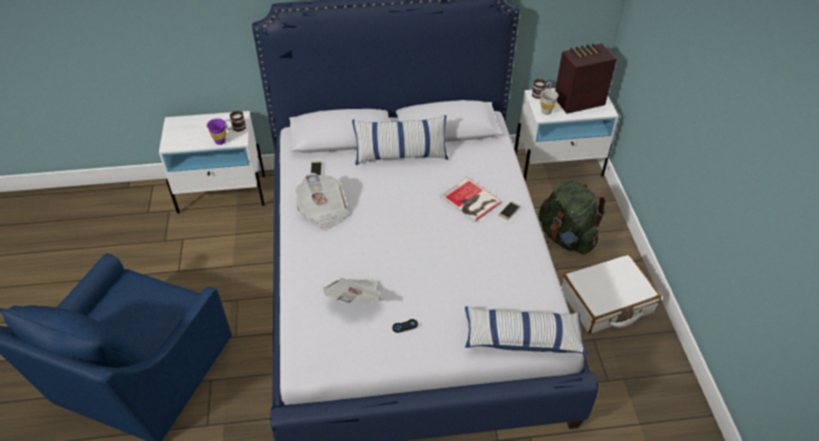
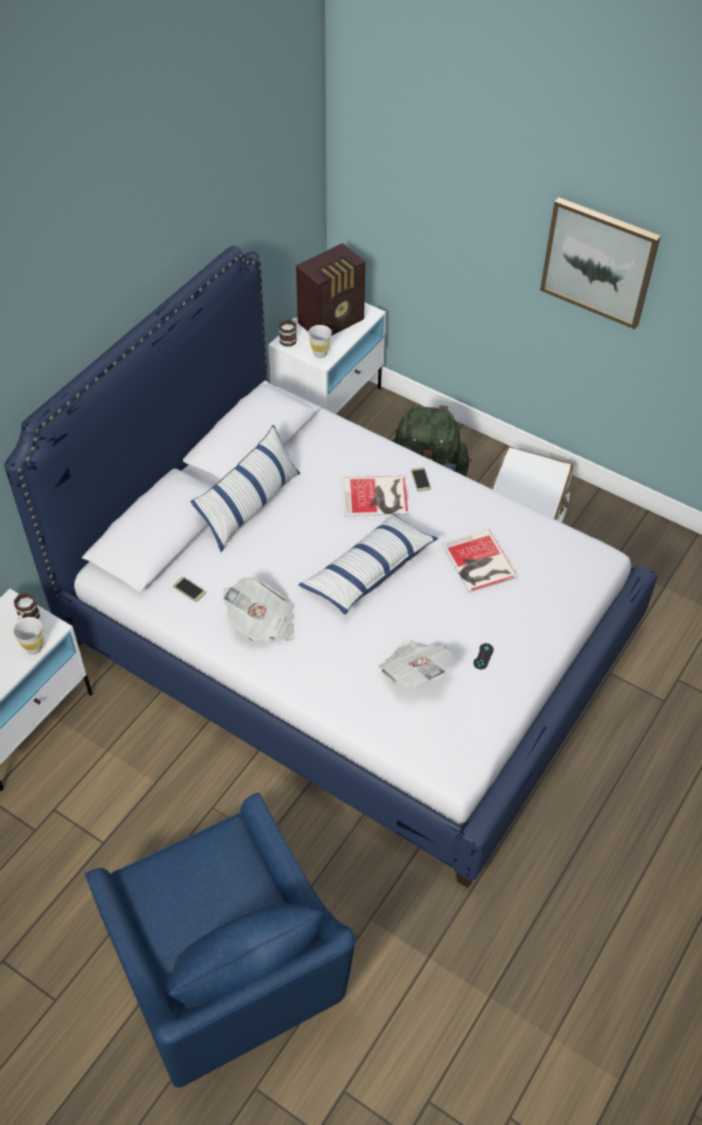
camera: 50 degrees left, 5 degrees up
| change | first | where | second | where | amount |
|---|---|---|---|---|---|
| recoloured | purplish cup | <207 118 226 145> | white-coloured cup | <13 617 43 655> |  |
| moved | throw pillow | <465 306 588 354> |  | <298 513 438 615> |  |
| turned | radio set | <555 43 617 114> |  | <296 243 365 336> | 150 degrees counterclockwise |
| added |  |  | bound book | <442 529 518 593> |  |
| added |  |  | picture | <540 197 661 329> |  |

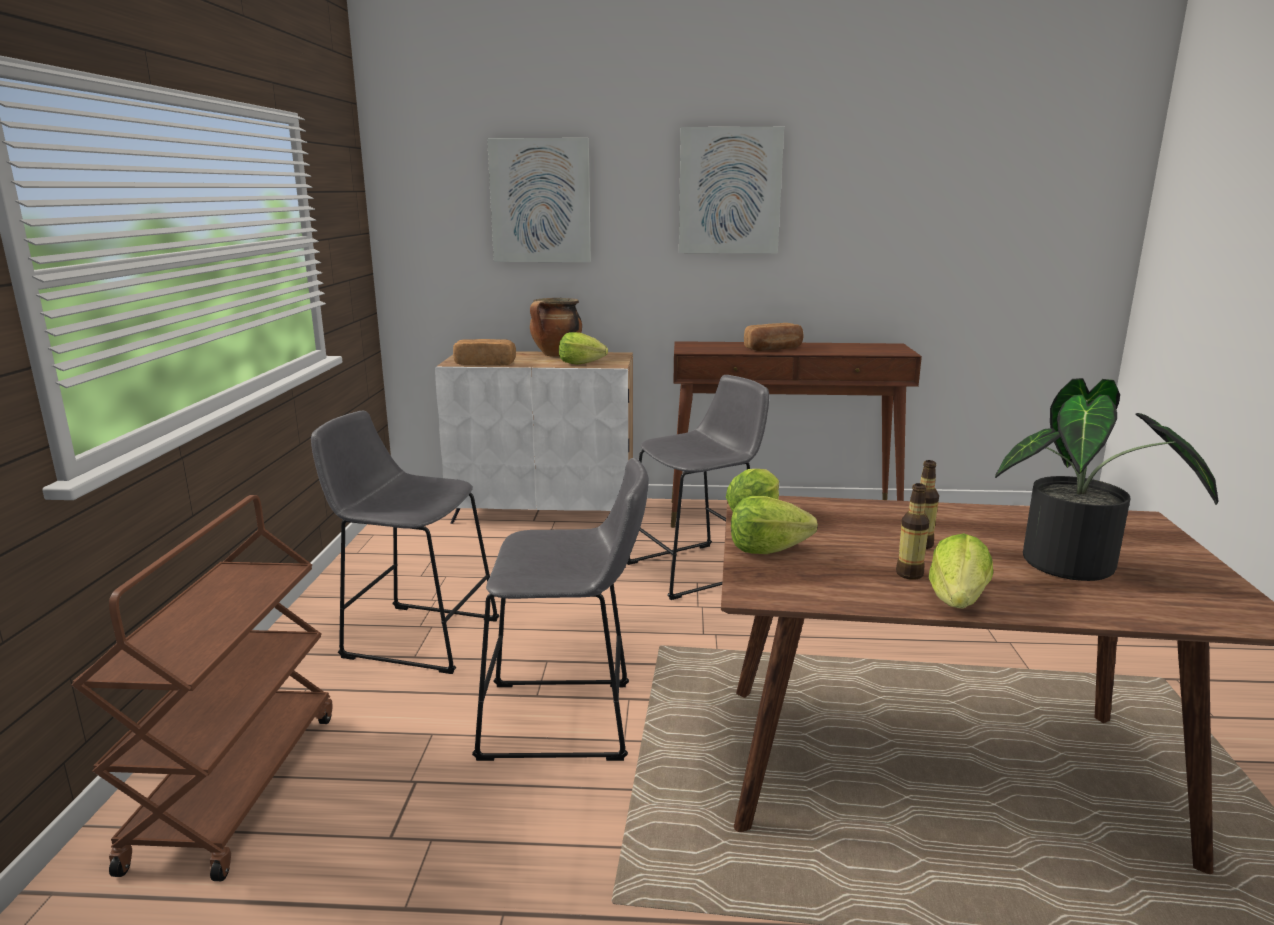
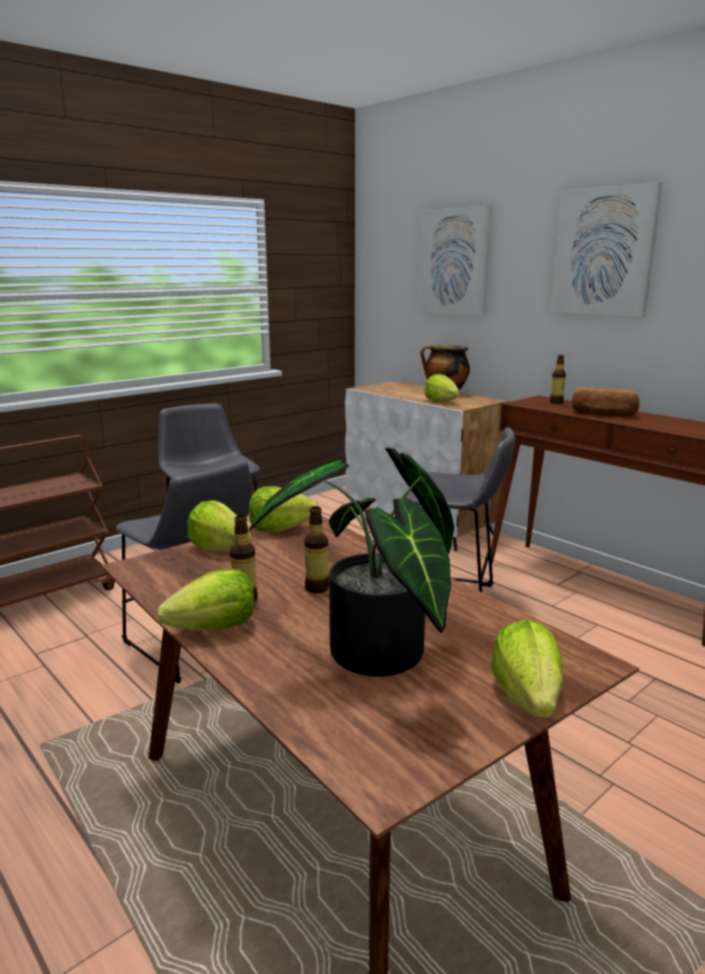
camera: 45 degrees right, 0 degrees up
| change | first | where | second | where | amount |
|---|---|---|---|---|---|
| removed | baked bread | <453 339 516 366> |  |  |  |
| added |  |  | lettuce | <491 619 563 718> |  |
| added |  |  | beverage bottle | <550 355 566 404> |  |

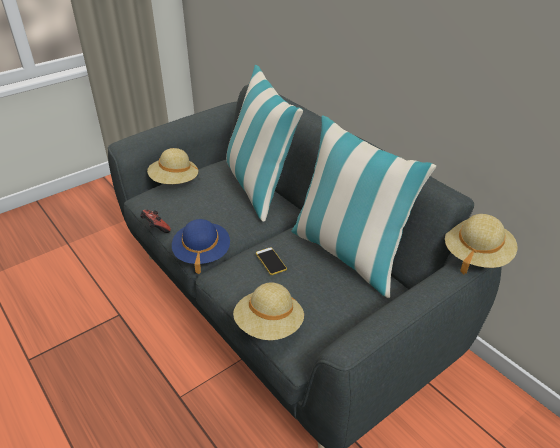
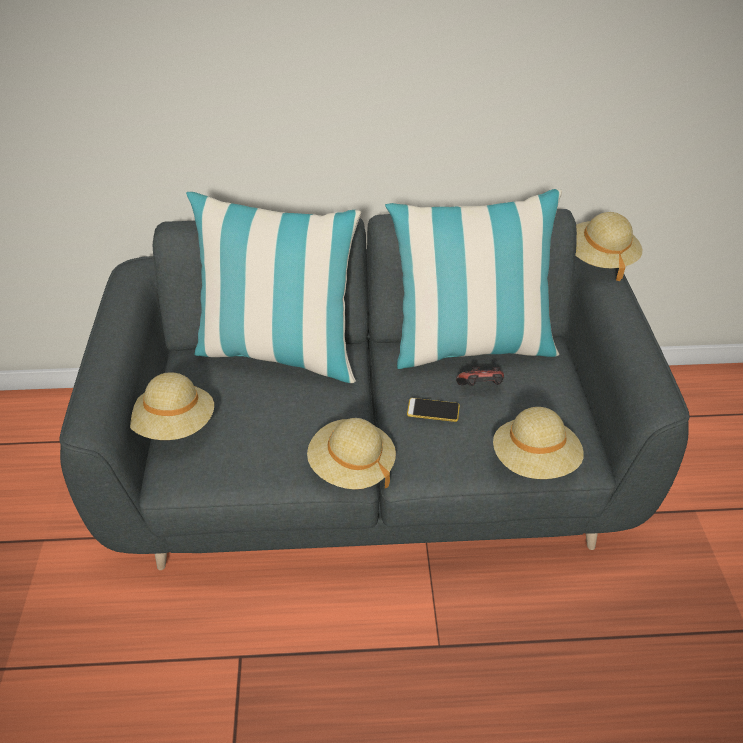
camera: 55 degrees left, 5 degrees up
| change | first | where | second | where | amount |
|---|---|---|---|---|---|
| moved | game controller | <140 210 171 233> |  | <456 367 504 386> |  |
| recoloured | bluish hat | <172 219 230 274> | beige hat | <307 418 396 489> |  |

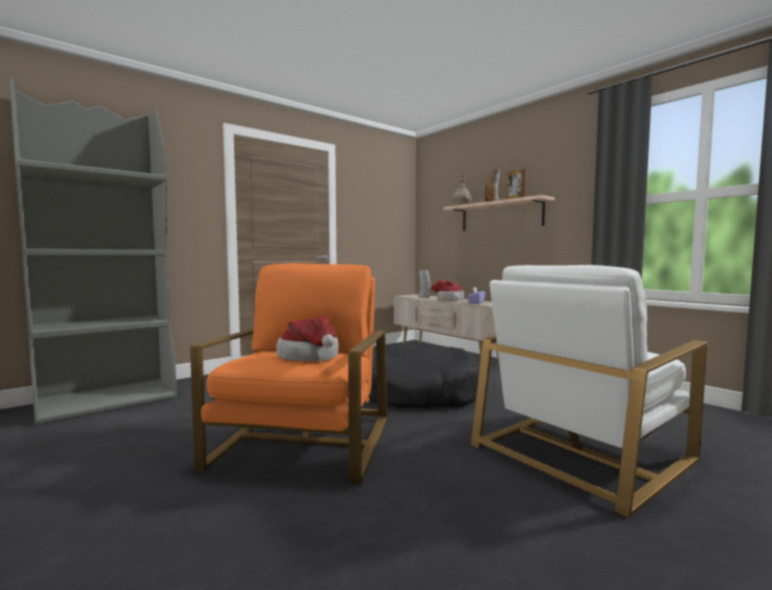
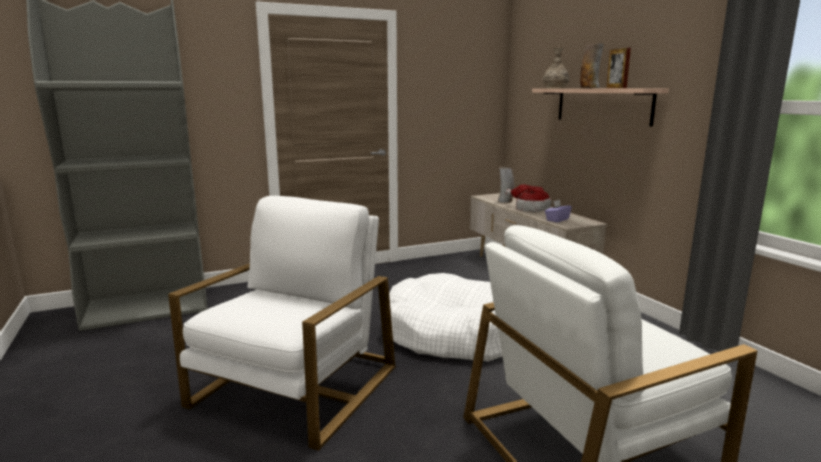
camera: 15 degrees right, 10 degrees up
| change | first | where | second | where | amount |
|---|---|---|---|---|---|
| recoloured | orange easy chair | <190 263 387 484> | white-coloured easy chair | <168 196 396 451> |  |
| removed | hat | <277 316 339 361> |  |  |  |
| recoloured | black dog cushion | <369 345 480 408> | white-coloured dog cushion | <389 273 502 361> |  |

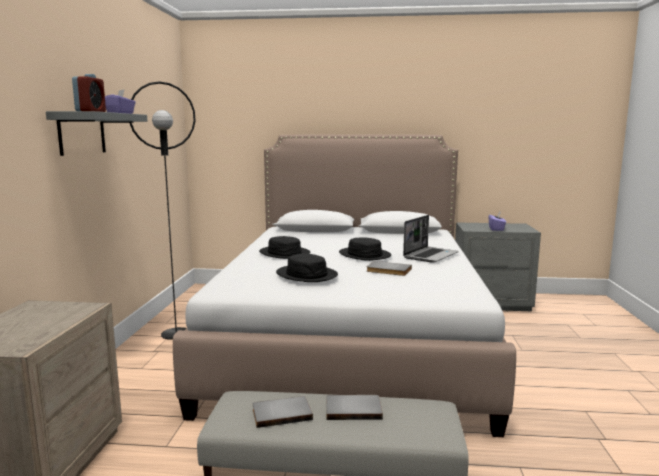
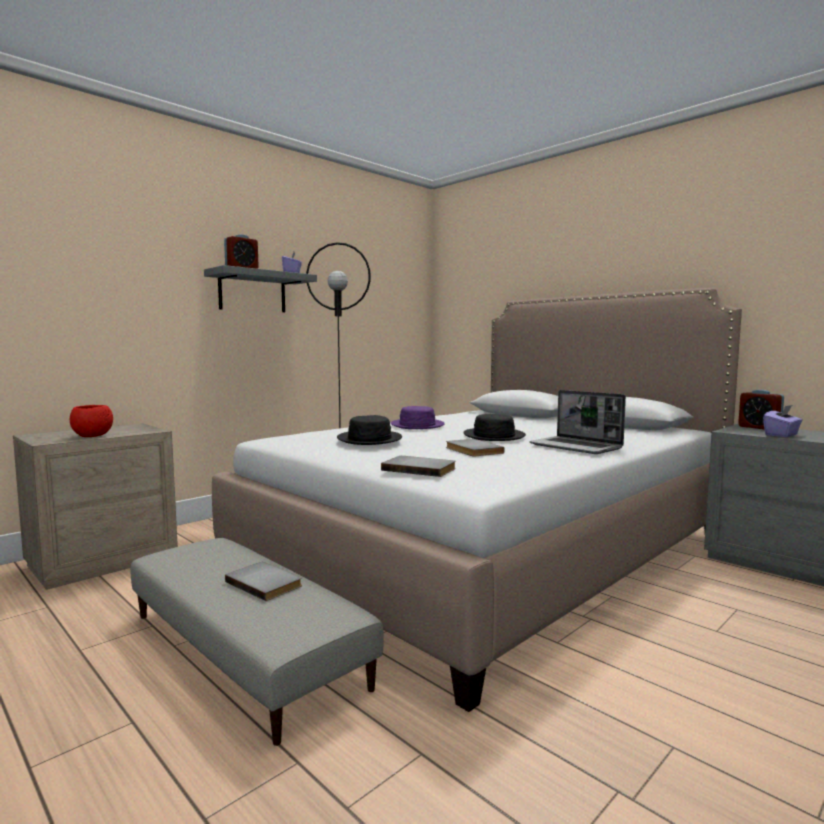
camera: 40 degrees right, 5 degrees down
| change | first | where | second | where | amount |
|---|---|---|---|---|---|
| moved | gray bound book | <253 396 313 428> |  | <381 456 456 477> |  |
| recoloured | black hat | <259 236 310 259> | purplish hat | <391 406 445 429> |  |
| turned | laptop | <403 215 459 263> |  | <529 390 626 454> | 60 degrees clockwise |
| added |  |  | red-coloured bowl | <70 405 113 437> |  |
| added |  |  | table clock | <738 390 784 429> |  |

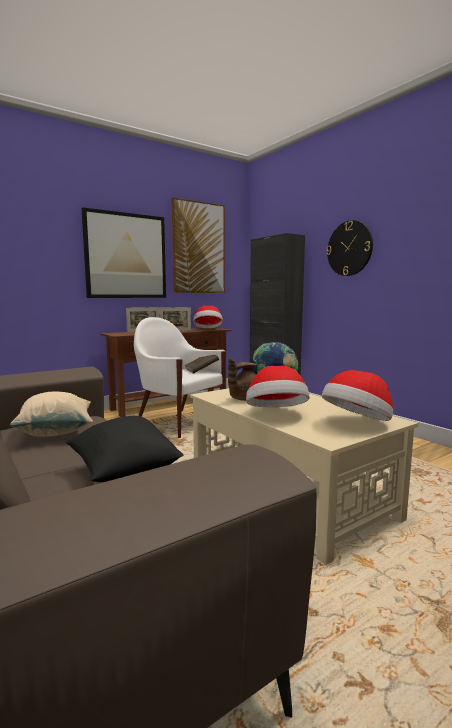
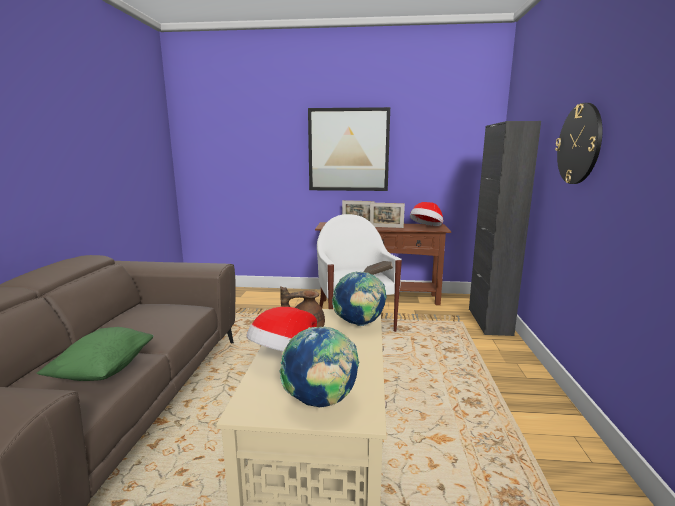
camera: 40 degrees right, 5 degrees up
| change | first | where | second | where | amount |
|---|---|---|---|---|---|
| removed | beige throw pillow | <10 392 93 437> |  |  |  |
| recoloured | black throw pillow | <66 416 183 482> | green-coloured throw pillow | <37 327 154 381> |  |
| removed | picture | <172 197 225 293> |  |  |  |
| replaced | hat | <322 370 393 421> | globe | <280 327 359 407> |  |

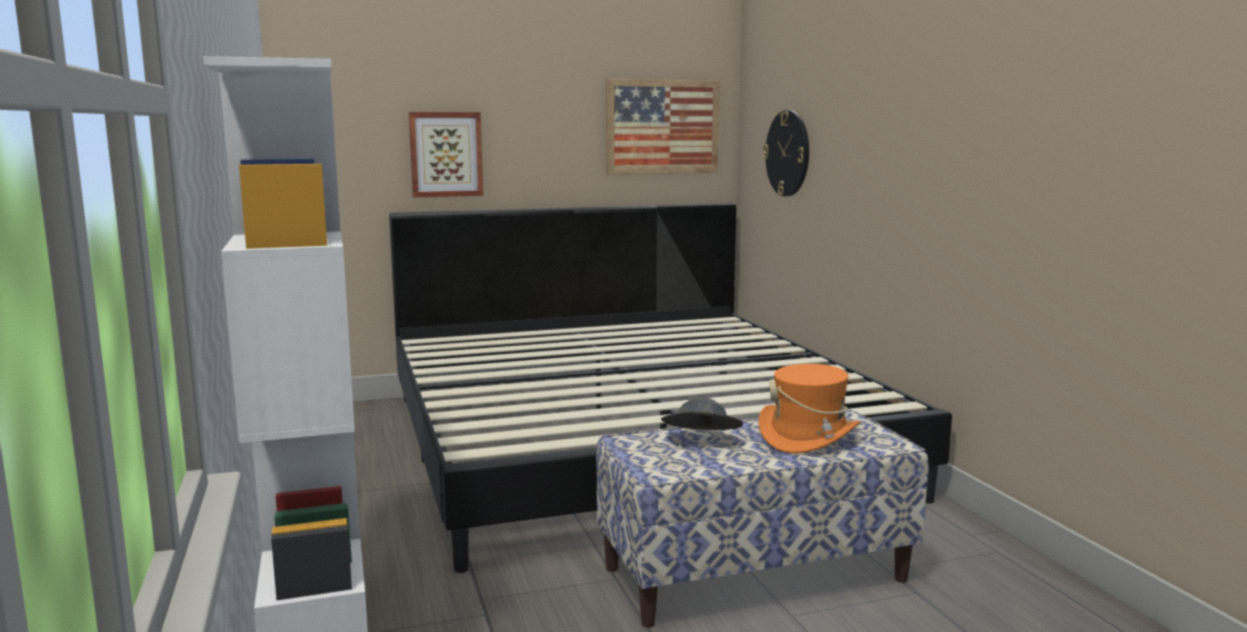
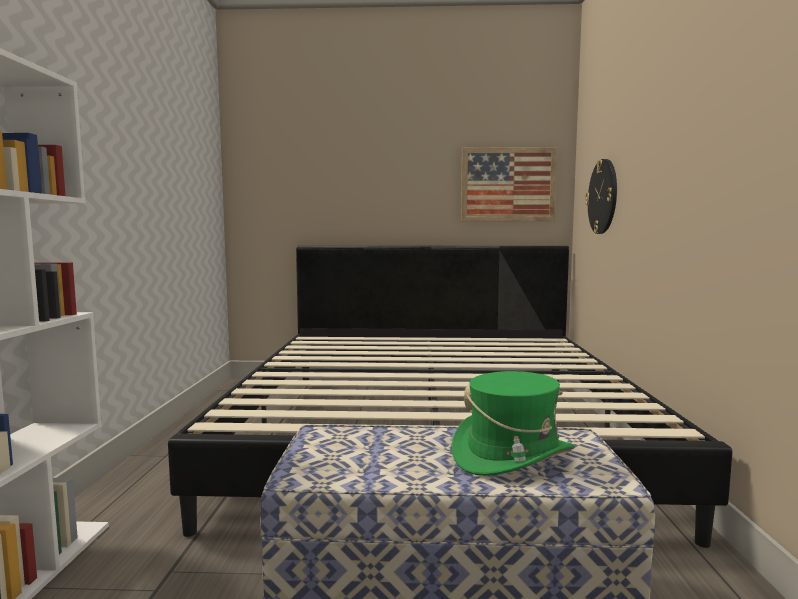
camera: 20 degrees right, 5 degrees down
| change | first | where | second | where | amount |
|---|---|---|---|---|---|
| removed | picture | <409 112 483 197> |  |  |  |
| removed | gray hat | <661 397 743 430> |  |  |  |
| recoloured | orange hat | <758 364 860 454> | green-coloured hat | <452 371 575 476> |  |

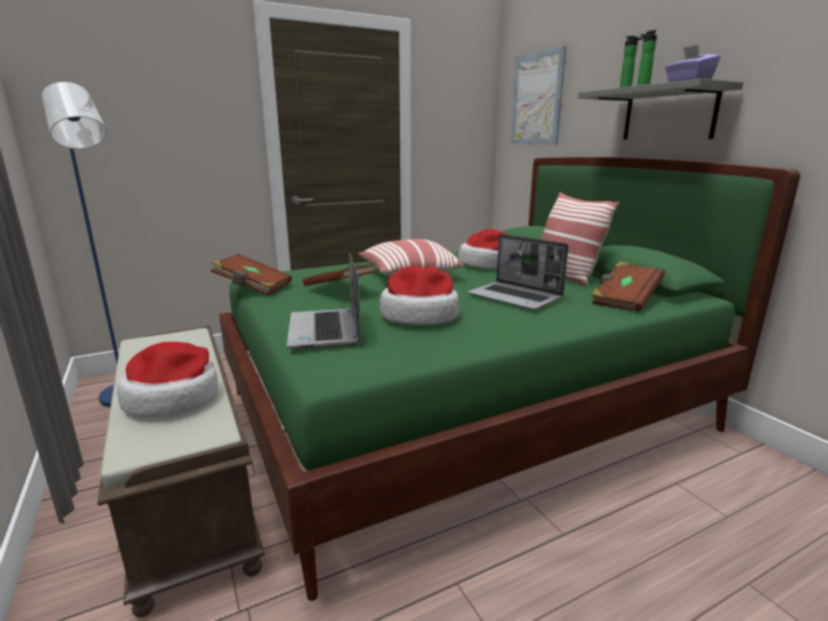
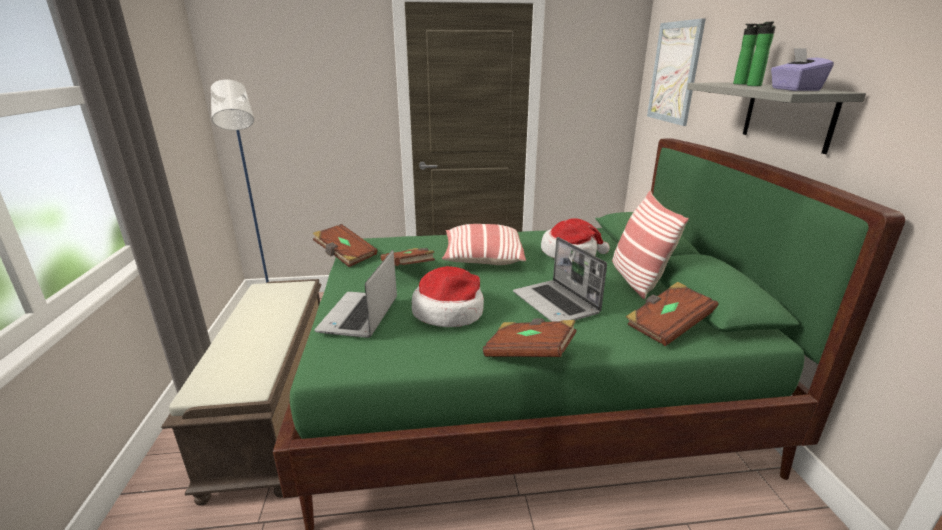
camera: 20 degrees right, 5 degrees up
| change | first | where | second | where | amount |
|---|---|---|---|---|---|
| removed | hat | <117 342 218 417> |  |  |  |
| added |  |  | brown-coloured bound book | <483 318 577 357> |  |

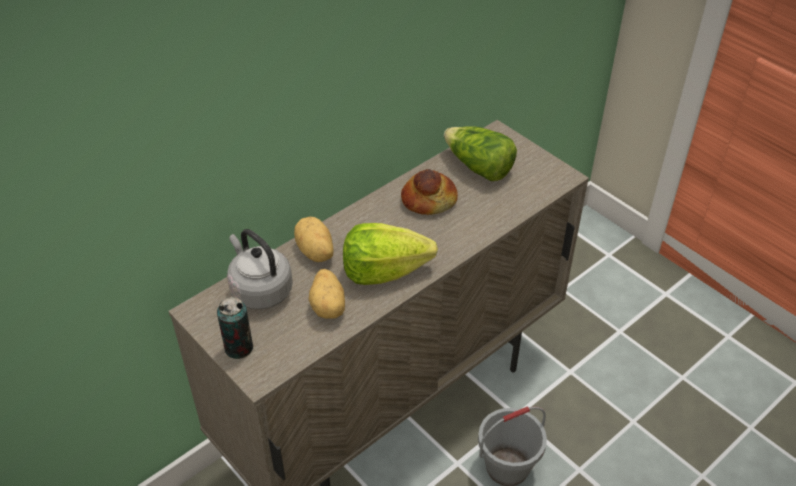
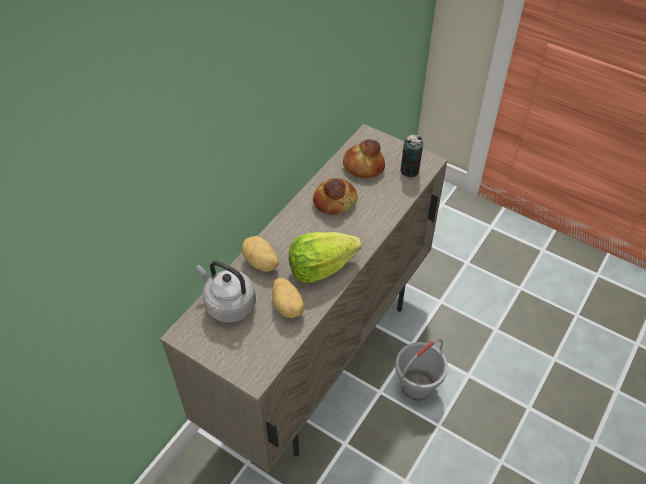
camera: 15 degrees left, 5 degrees up
| change | first | where | second | where | amount |
|---|---|---|---|---|---|
| moved | sealed can | <217 297 253 359> |  | <401 134 423 177> |  |
| replaced | lettuce | <444 126 517 181> | baked bread | <343 139 385 178> |  |

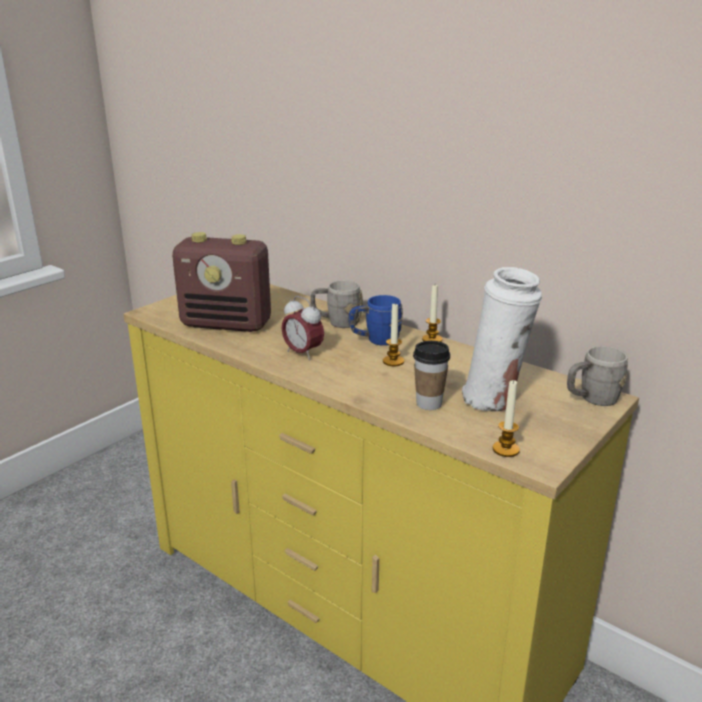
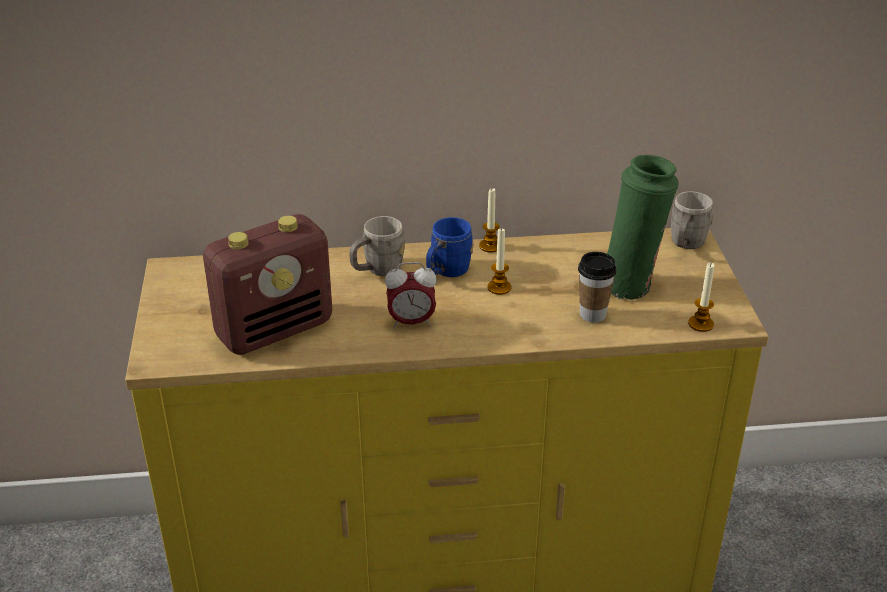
camera: 45 degrees left, 10 degrees up
| change | first | where | second | where | amount |
|---|---|---|---|---|---|
| recoloured | white-coloured vase | <462 267 542 411> | green-coloured vase | <607 155 679 300> |  |

